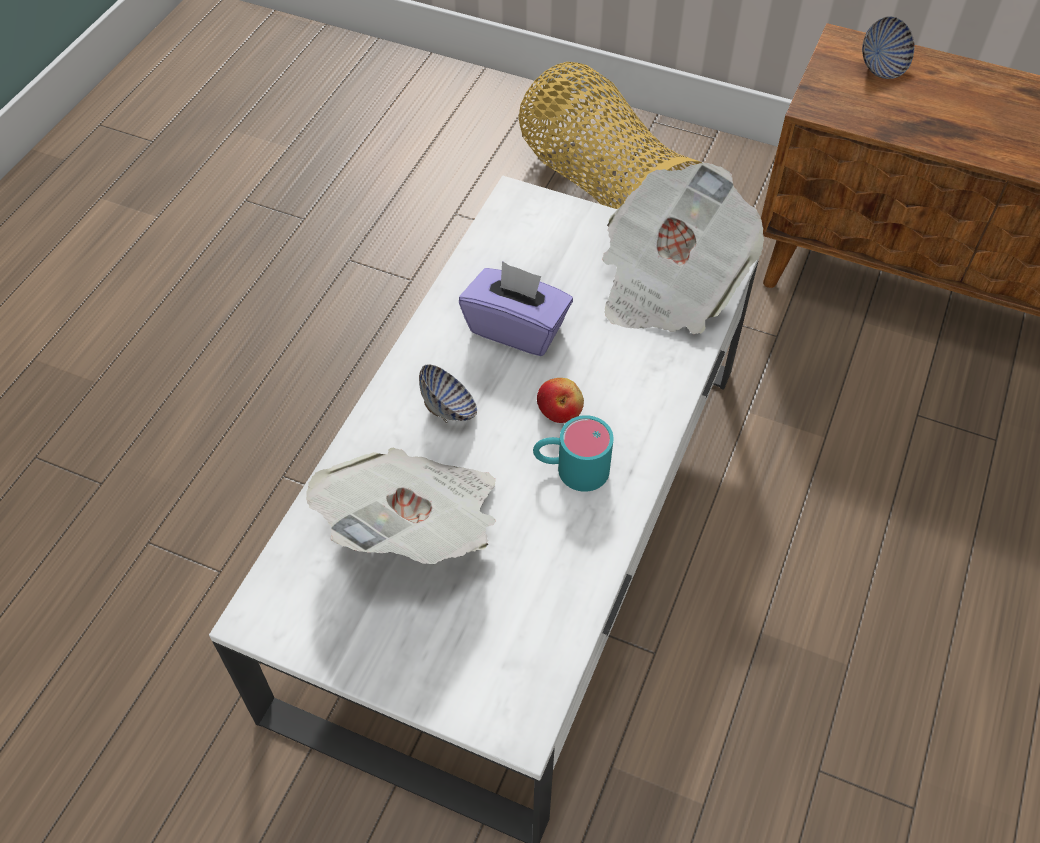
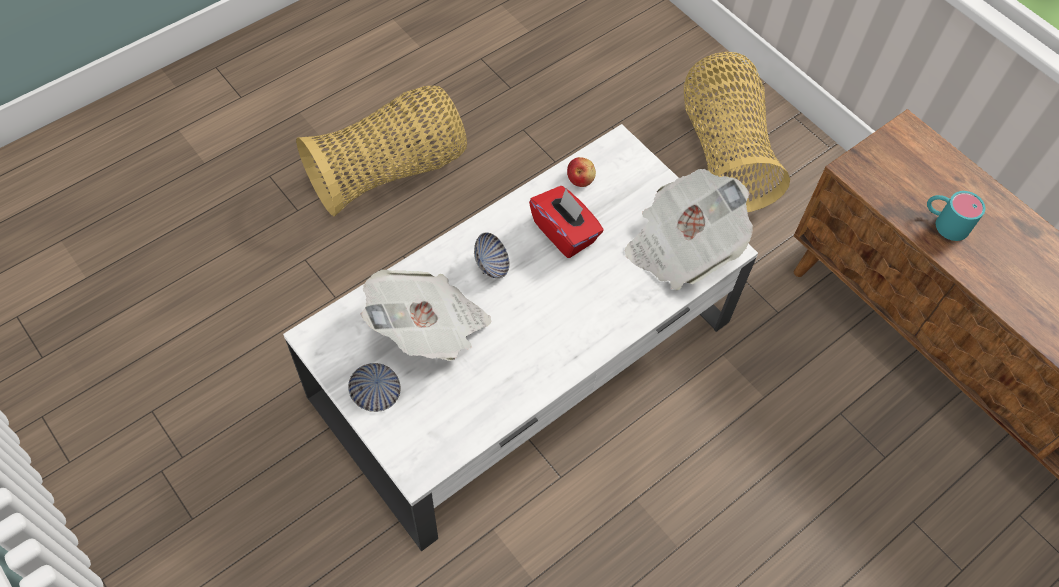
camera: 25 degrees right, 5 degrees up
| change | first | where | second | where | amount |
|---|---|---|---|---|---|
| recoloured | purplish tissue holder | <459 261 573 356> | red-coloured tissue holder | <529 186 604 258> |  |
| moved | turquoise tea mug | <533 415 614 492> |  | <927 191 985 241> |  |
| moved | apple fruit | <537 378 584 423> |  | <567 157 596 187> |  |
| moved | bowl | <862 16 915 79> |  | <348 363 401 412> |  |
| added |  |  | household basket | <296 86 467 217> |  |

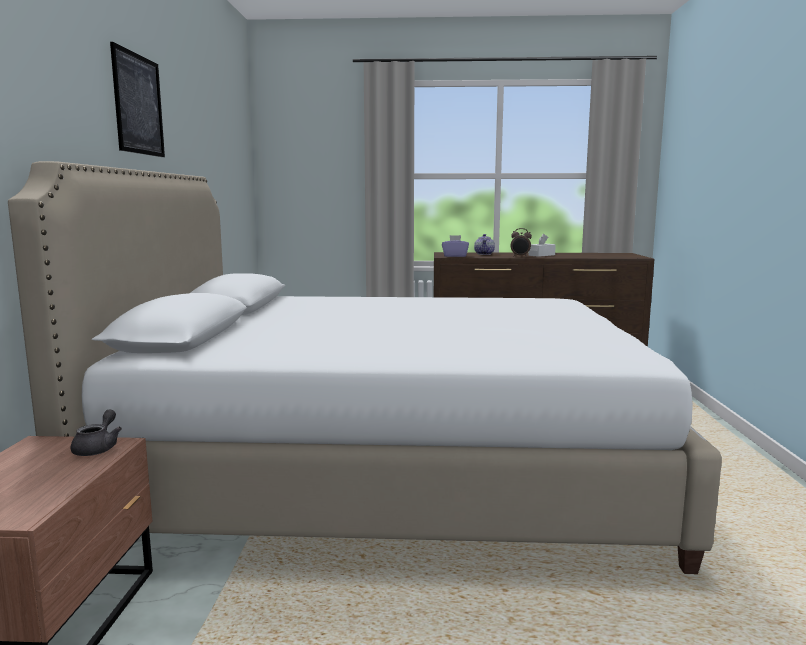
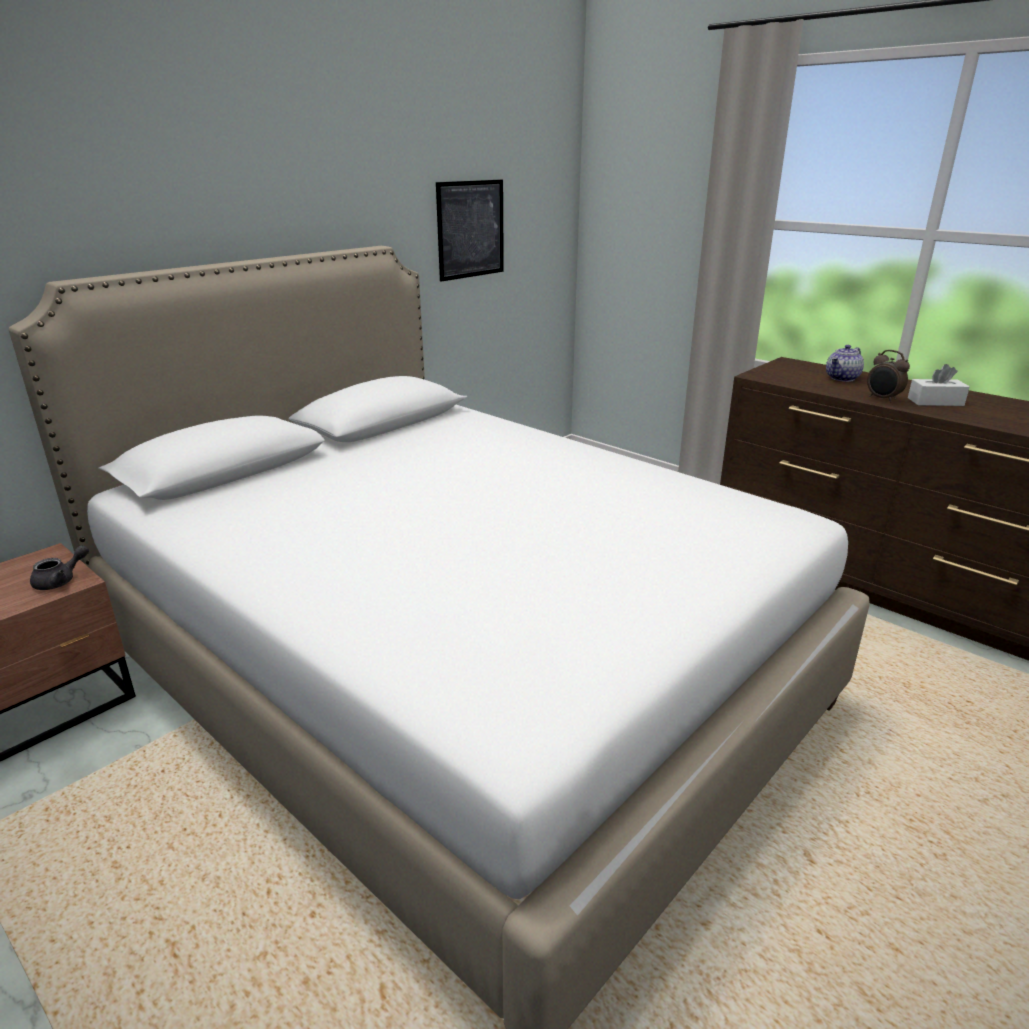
camera: 40 degrees right, 15 degrees up
| change | first | where | second | where | amount |
|---|---|---|---|---|---|
| moved | picture | <110 42 165 157> |  | <436 180 504 282> |  |
| removed | purplish tissue holder | <442 235 469 257> |  |  |  |

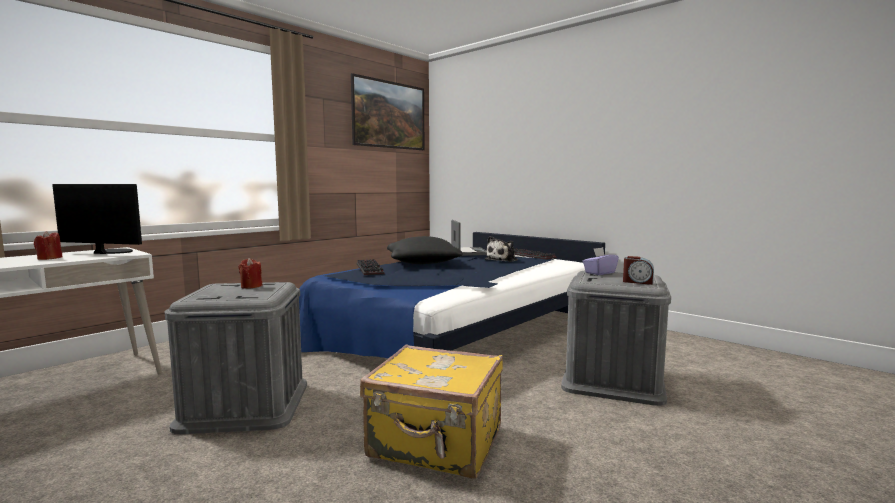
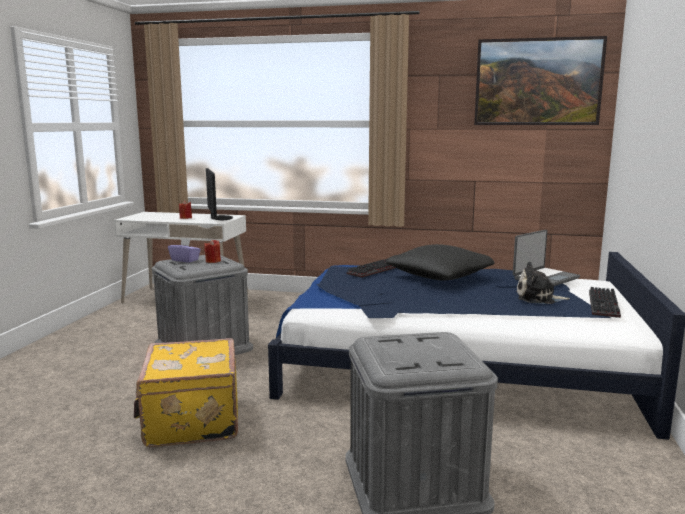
camera: 60 degrees right, 5 degrees up
| change | first | where | second | where | amount |
|---|---|---|---|---|---|
| moved | purplish tissue holder | <583 247 619 275> |  | <168 238 201 263> |  |
| removed | table clock | <623 256 654 285> |  |  |  |

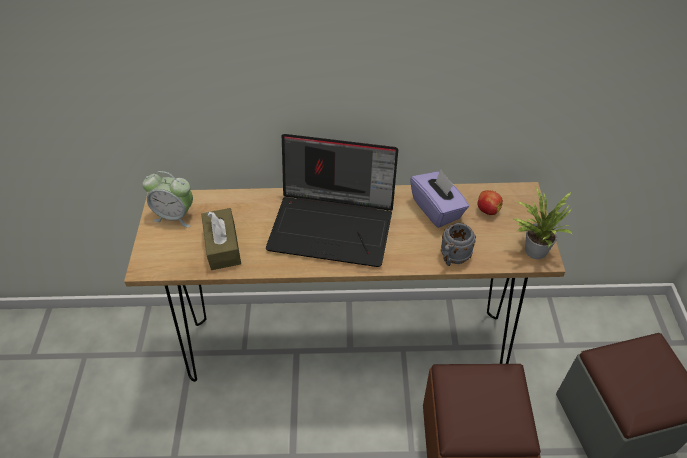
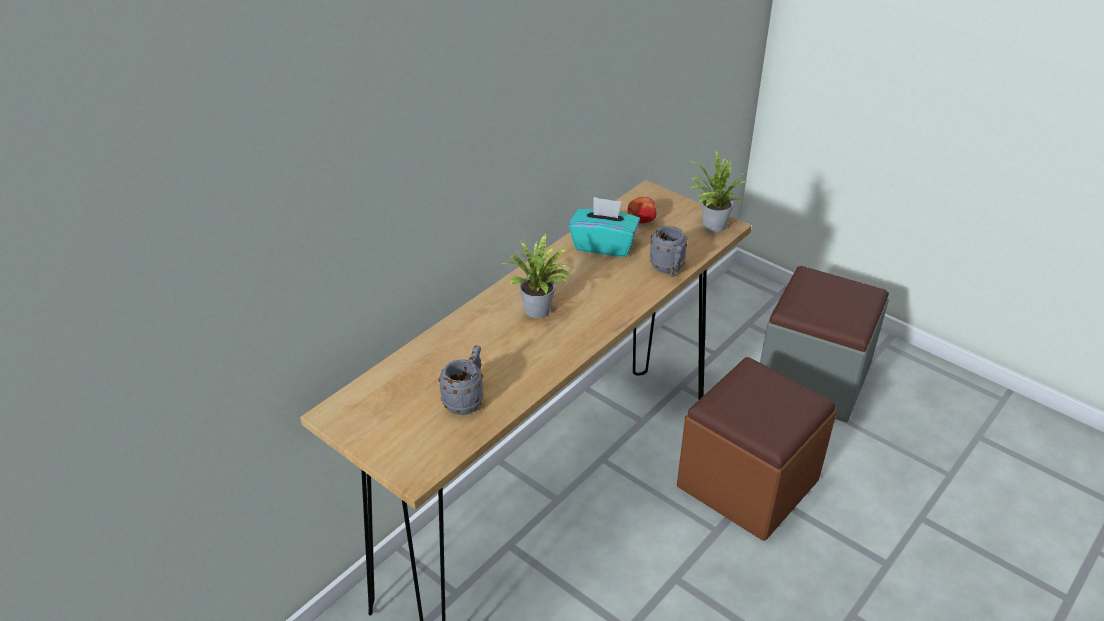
camera: 50 degrees left, 10 degrees down
| change | first | where | second | where | amount |
|---|---|---|---|---|---|
| removed | table clock | <142 171 193 227> |  |  |  |
| replaced | brown-coloured tissue holder | <201 208 241 270> | gray tea mug | <439 345 483 415> |  |
| replaced | laptop | <266 134 398 267> | plant in a pot | <500 232 574 318> |  |
| recoloured | purplish tissue holder | <410 170 469 228> | turquoise tissue holder | <569 197 640 257> |  |

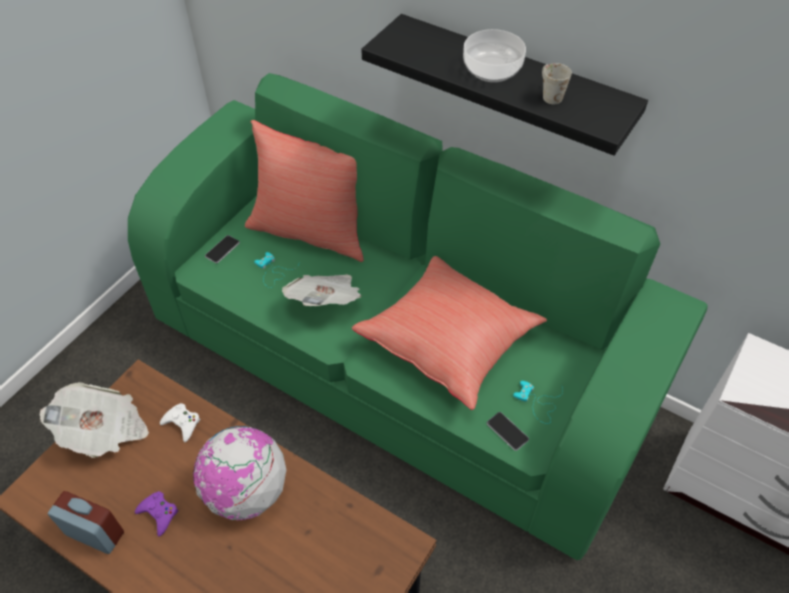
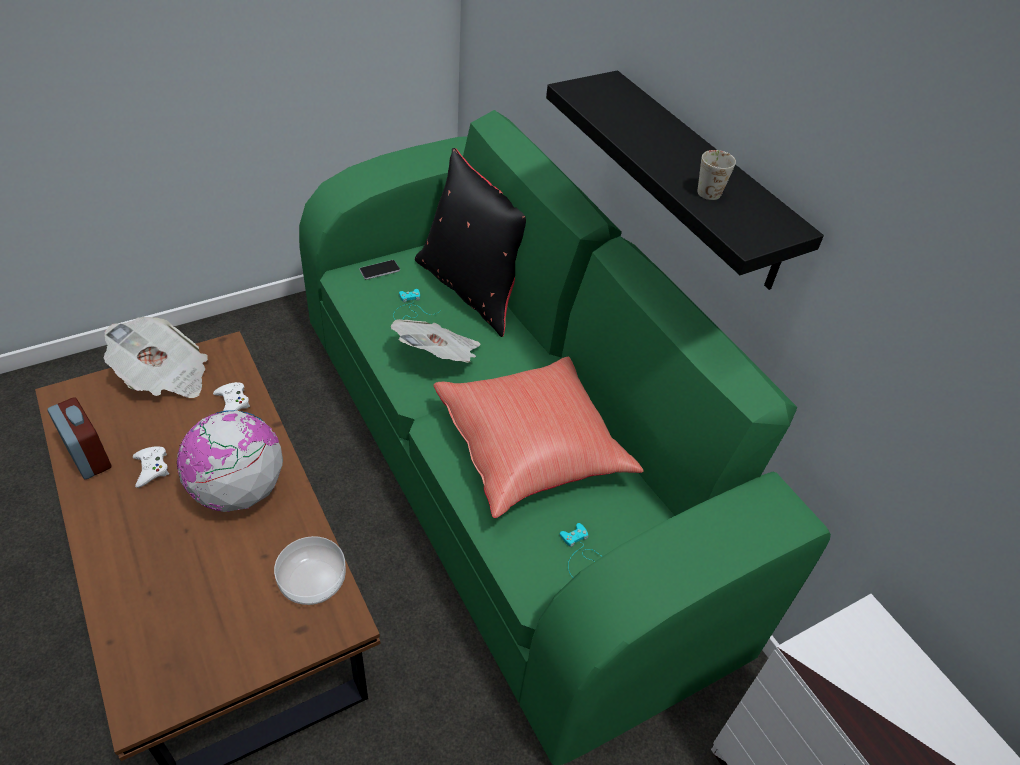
camera: 25 degrees right, 5 degrees down
| change | first | where | second | where | amount |
|---|---|---|---|---|---|
| recoloured | purplish game controller | <135 491 178 536> | white-coloured game controller | <133 446 169 488> |  |
| recoloured | red-coloured throw pillow | <245 120 363 262> | black throw pillow | <415 148 526 337> |  |
| moved | bowl | <463 29 526 82> |  | <274 536 346 605> |  |
| removed | phone | <487 412 529 451> |  |  |  |

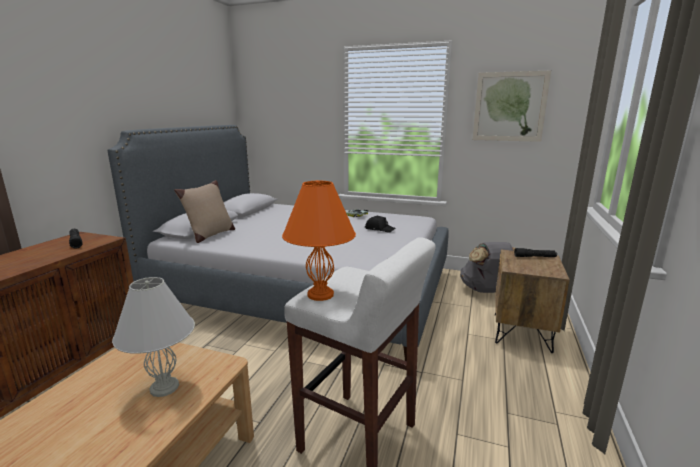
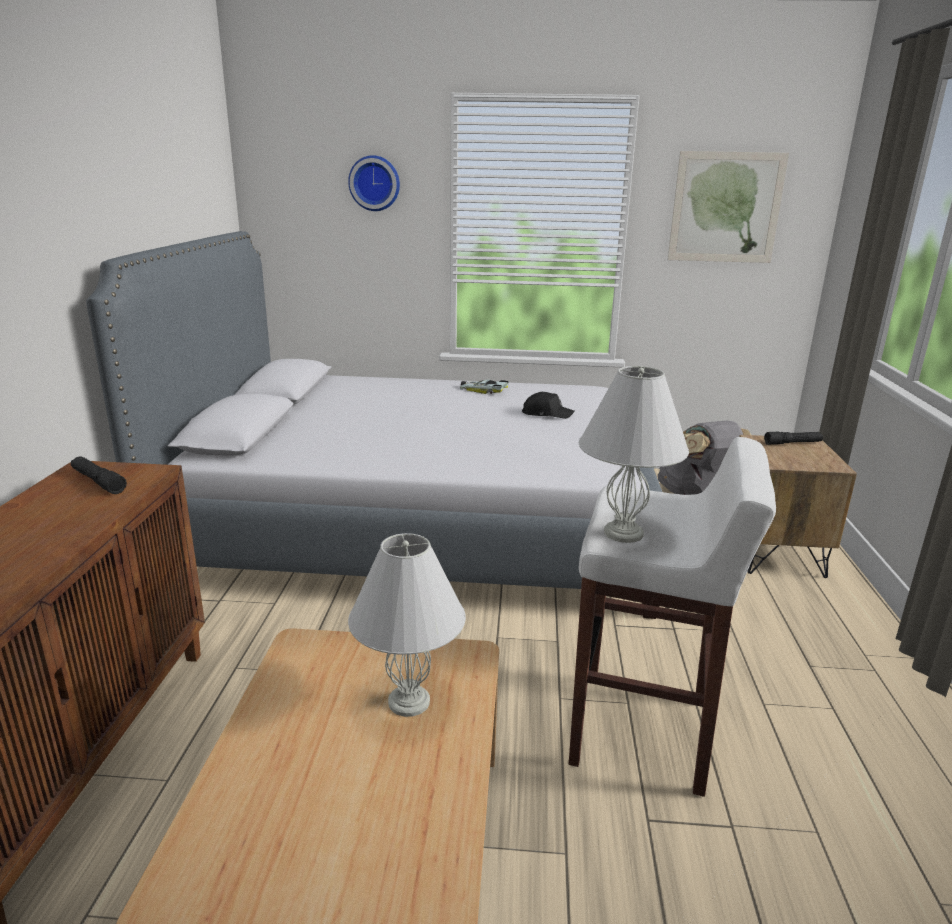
camera: 15 degrees left, 5 degrees up
| change | first | where | second | where | amount |
|---|---|---|---|---|---|
| removed | beige throw pillow | <174 180 235 243> |  |  |  |
| recoloured | orange tabletop lamp | <282 180 356 301> | white-coloured tabletop lamp | <579 366 689 543> |  |
| added |  |  | hanging clock | <348 155 400 211> |  |

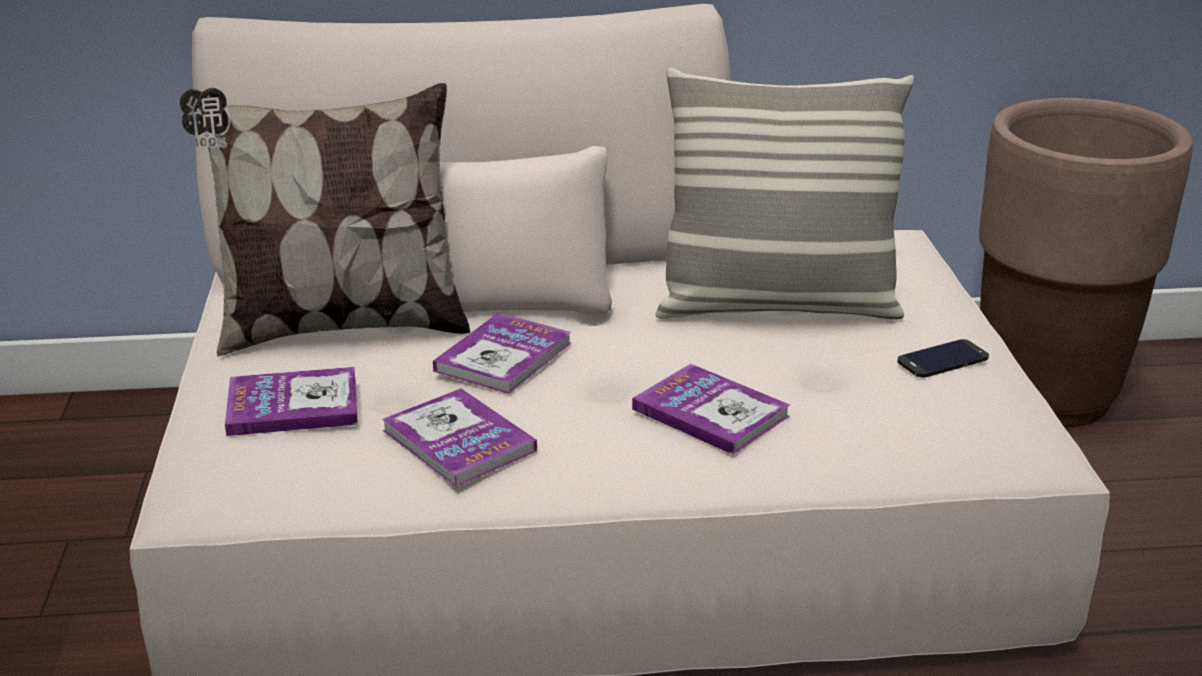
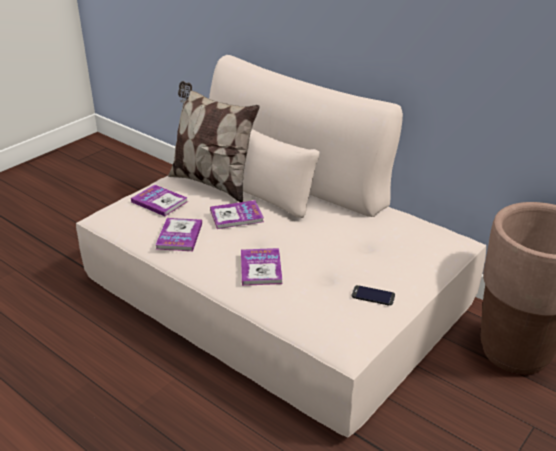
camera: 45 degrees right, 5 degrees up
| change | first | where | second | where | amount |
|---|---|---|---|---|---|
| removed | throw pillow | <656 68 914 320> |  |  |  |

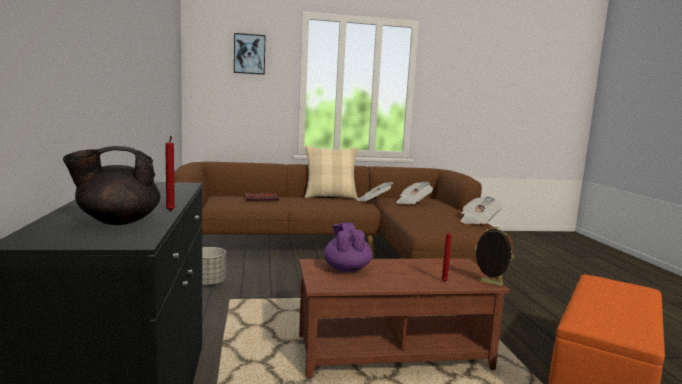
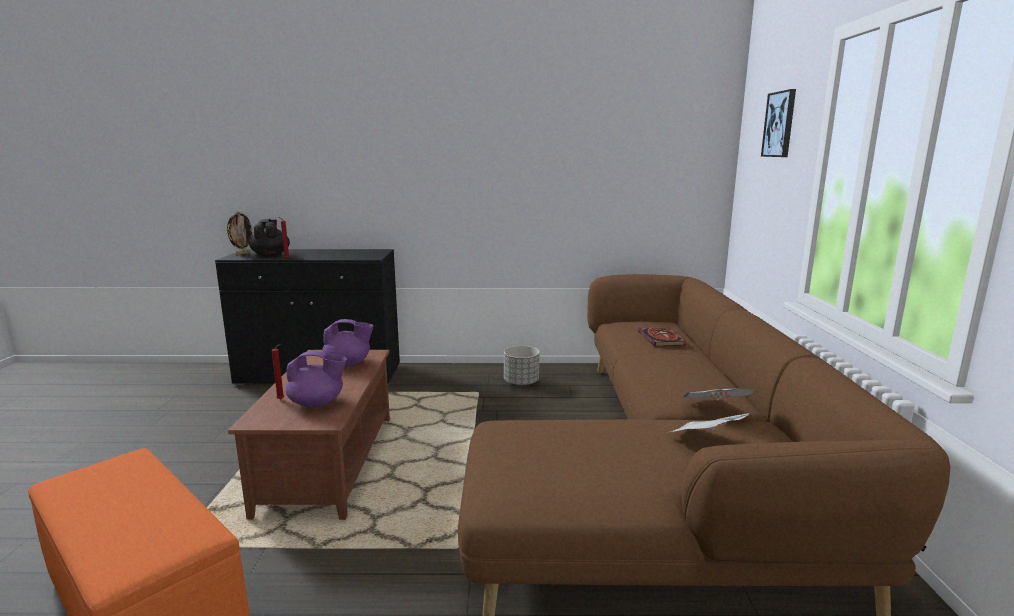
camera: 100 degrees right, 5 degrees up
| change | first | where | second | where | amount |
|---|---|---|---|---|---|
| removed | beige throw pillow | <304 145 358 199> |  |  |  |
| removed | newspaper | <461 196 502 224> |  |  |  |
| moved | standing frame | <474 226 514 286> |  | <226 211 254 255> |  |
| added |  |  | purplish pot for tea | <286 351 347 407> |  |

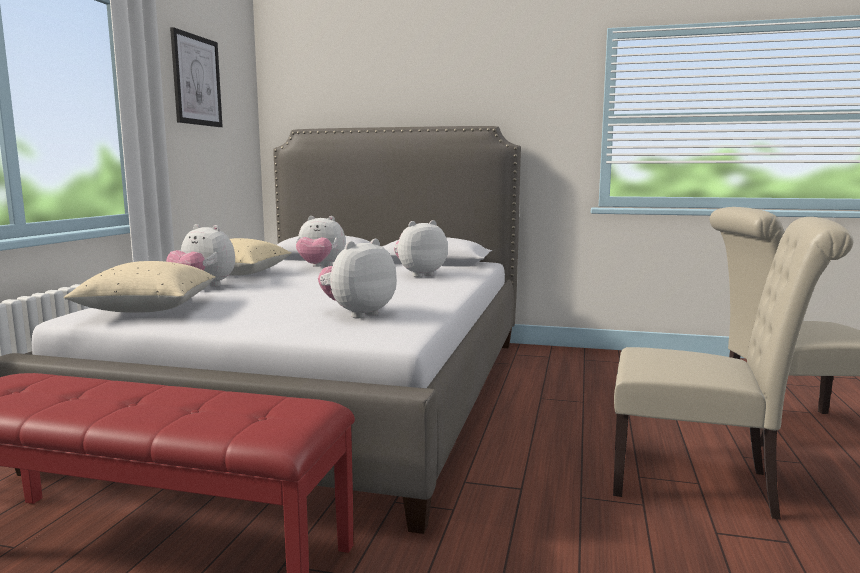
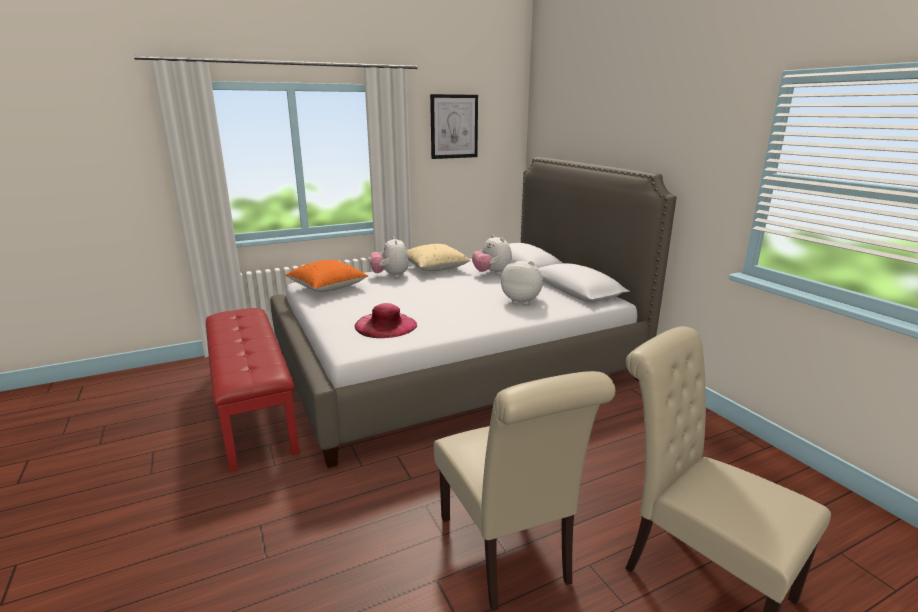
camera: 50 degrees right, 10 degrees up
| change | first | where | second | where | amount |
|---|---|---|---|---|---|
| recoloured | beige throw pillow | <64 261 216 313> | orange throw pillow | <285 260 368 292> |  |
| replaced | soft toy | <318 239 397 318> | pink-coloured hat | <355 303 417 338> |  |

